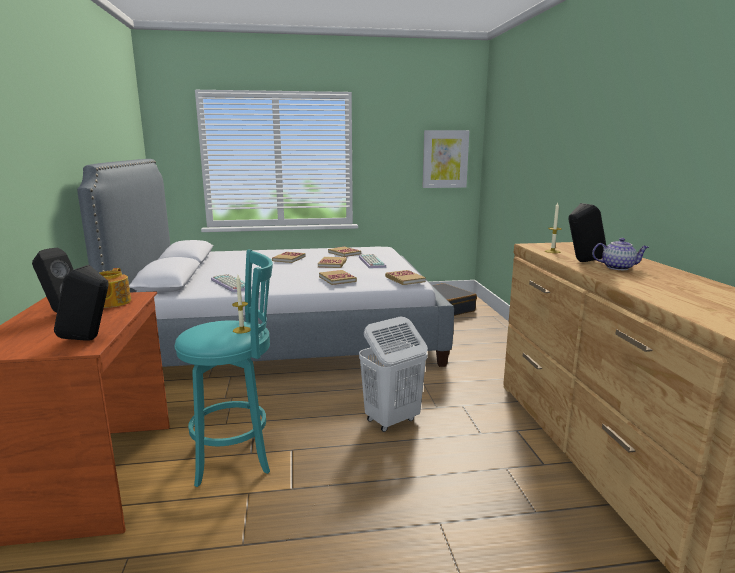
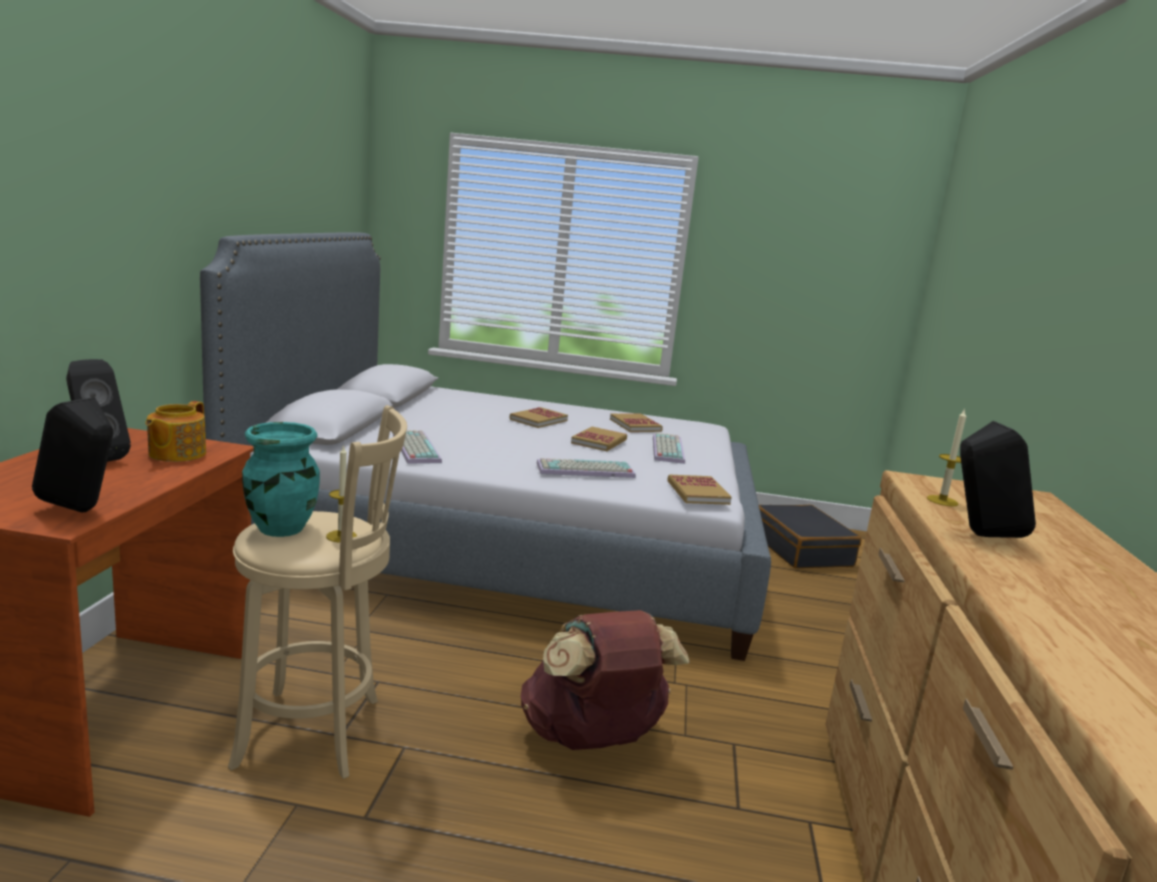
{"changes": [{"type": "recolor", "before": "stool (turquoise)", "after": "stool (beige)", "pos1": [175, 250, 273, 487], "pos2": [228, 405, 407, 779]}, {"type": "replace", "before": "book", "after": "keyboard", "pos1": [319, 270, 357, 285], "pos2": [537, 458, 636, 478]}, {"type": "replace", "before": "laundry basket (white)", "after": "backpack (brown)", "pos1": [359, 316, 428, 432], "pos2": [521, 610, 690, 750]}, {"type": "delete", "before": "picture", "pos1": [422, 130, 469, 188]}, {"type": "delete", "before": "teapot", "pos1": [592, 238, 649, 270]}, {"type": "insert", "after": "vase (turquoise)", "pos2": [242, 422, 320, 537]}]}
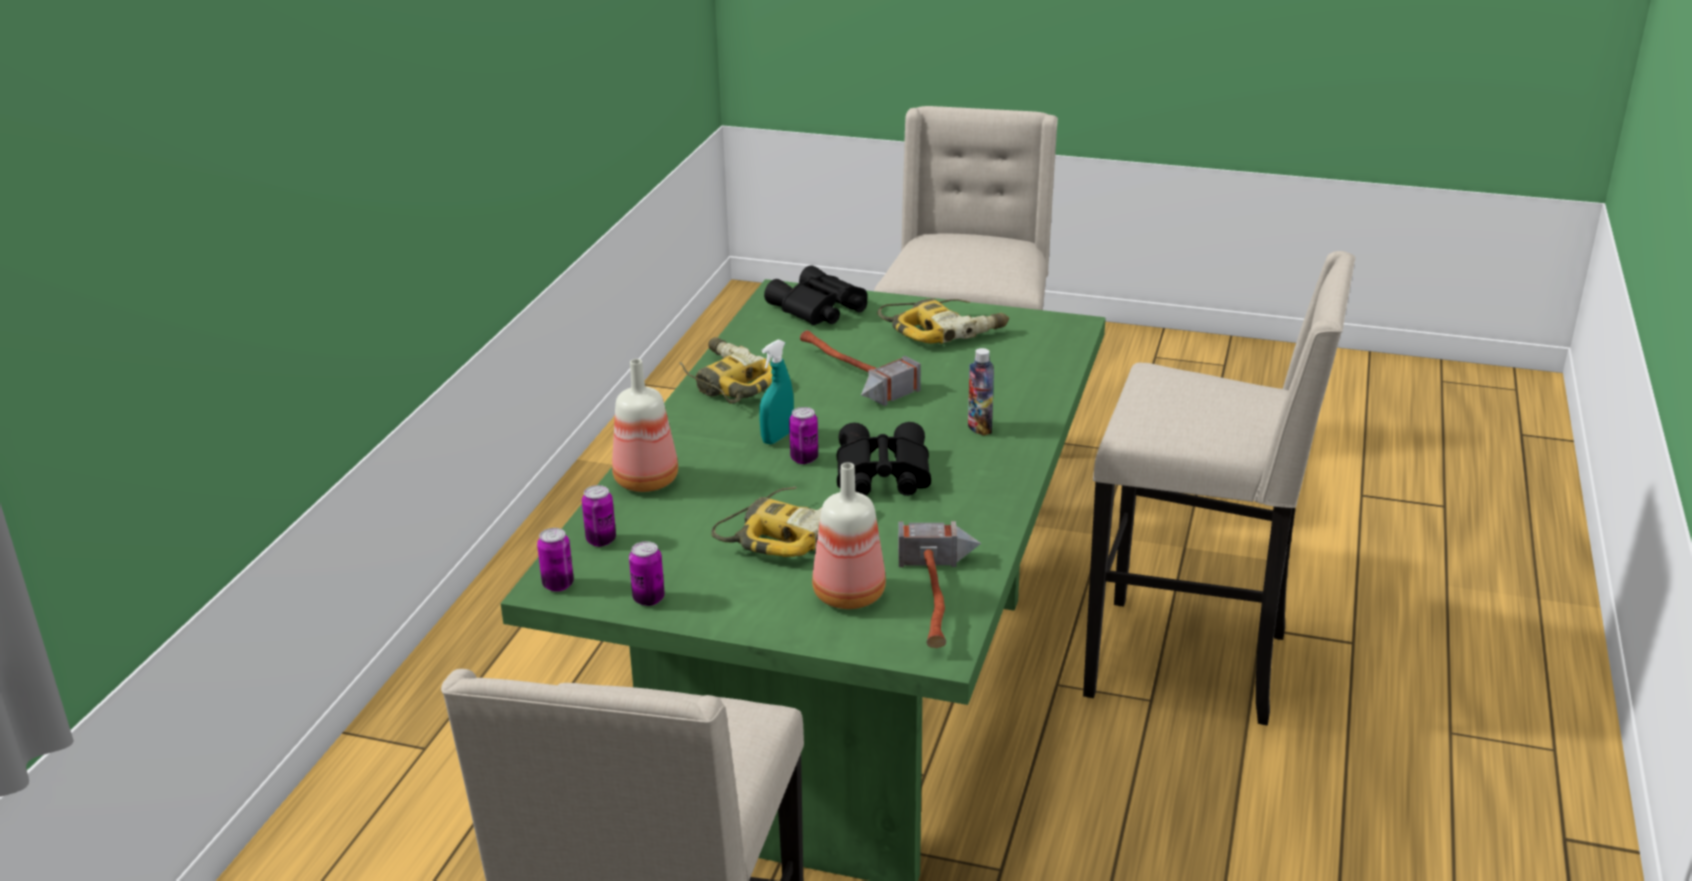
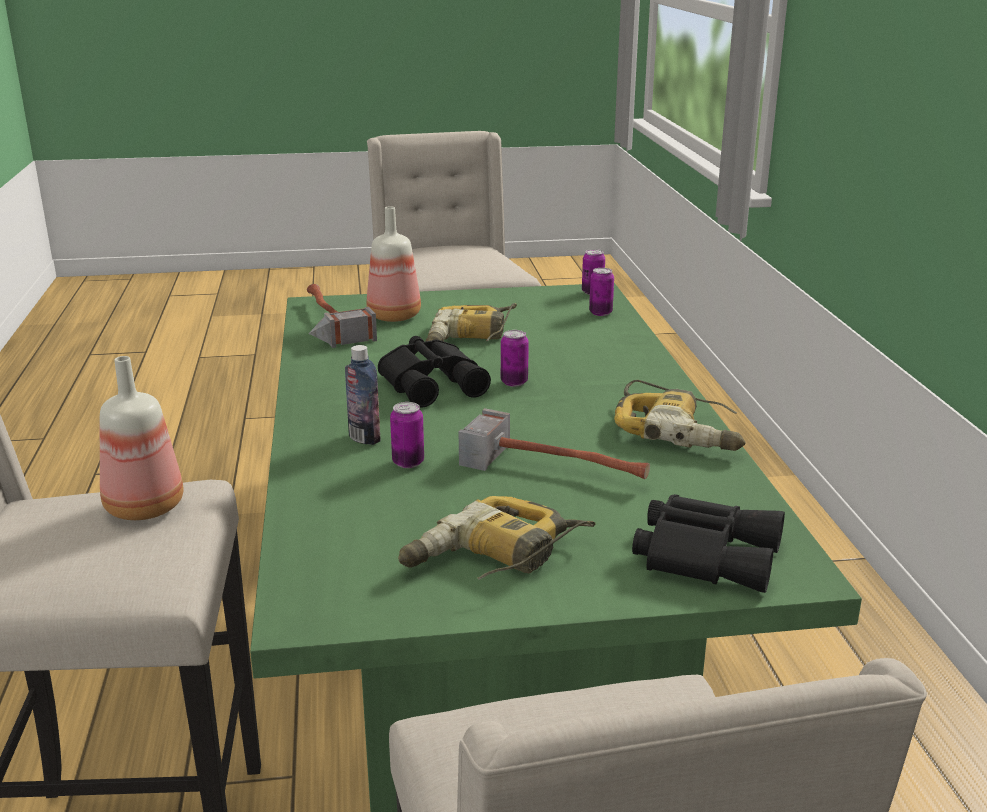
{"changes": [{"type": "move", "before": "bottle", "pos1": [612, 359, 678, 492], "pos2": [100, 356, 184, 520]}, {"type": "move", "before": "can", "pos1": [629, 541, 665, 606], "pos2": [390, 402, 424, 468]}, {"type": "delete", "before": "spray bottle (turquoise)", "pos1": [759, 340, 794, 444]}]}
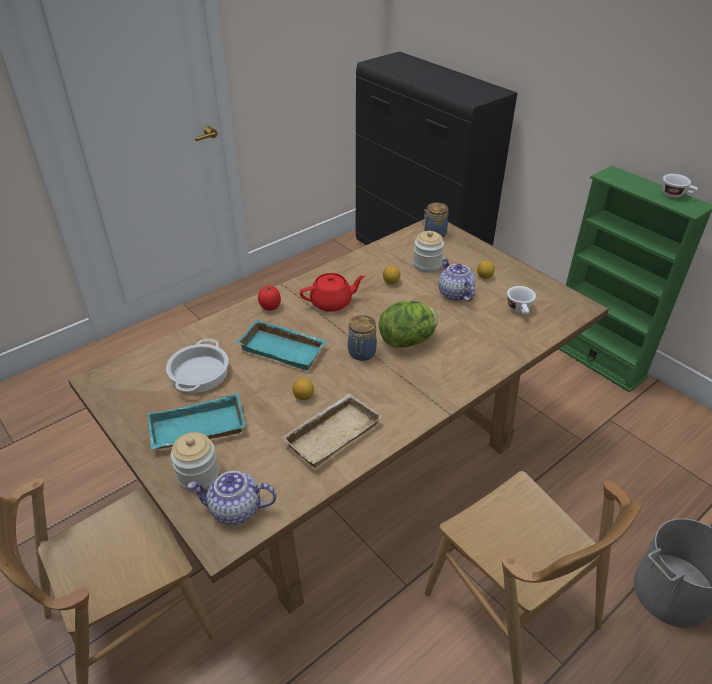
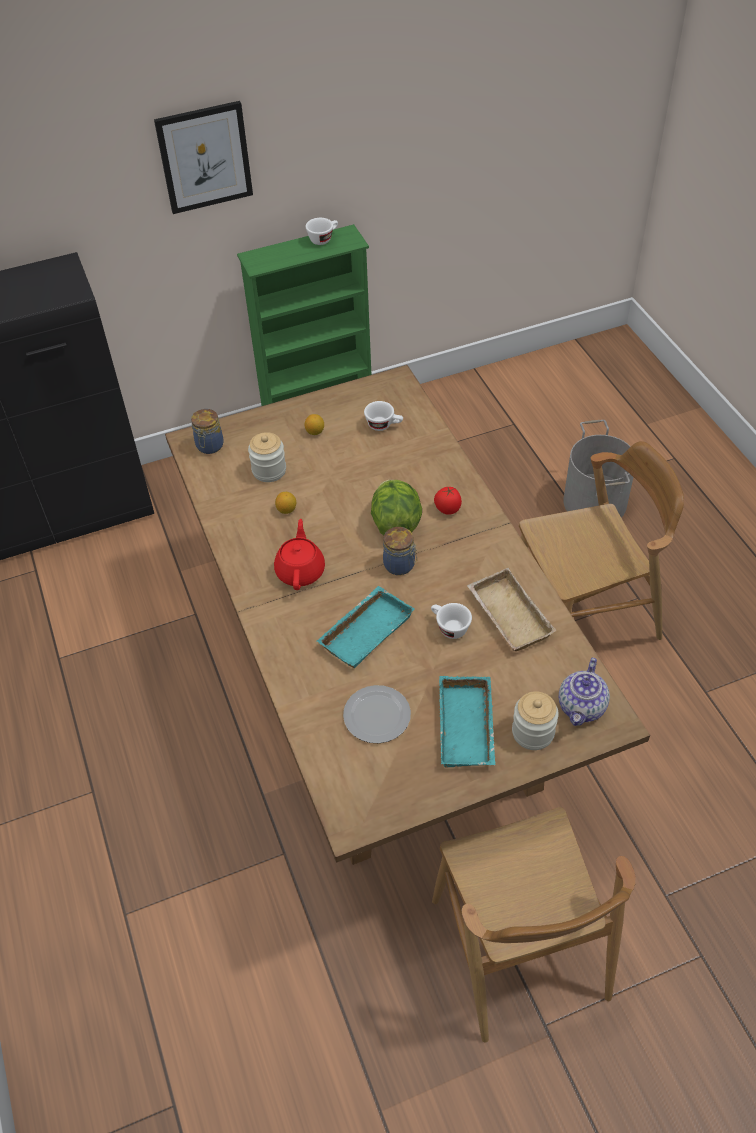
{"changes": [{"type": "replace", "before": "cooking pot", "after": "plate", "pos1": [166, 339, 229, 393], "pos2": [343, 685, 411, 743]}, {"type": "move", "before": "tomato", "pos1": [258, 286, 281, 311], "pos2": [434, 486, 462, 515]}, {"type": "replace", "before": "lemon", "after": "cup (white)", "pos1": [292, 378, 314, 400], "pos2": [431, 603, 472, 639]}, {"type": "delete", "before": "teapot", "pos1": [438, 257, 475, 302]}, {"type": "insert", "after": "picture", "pos2": [154, 101, 253, 214]}]}
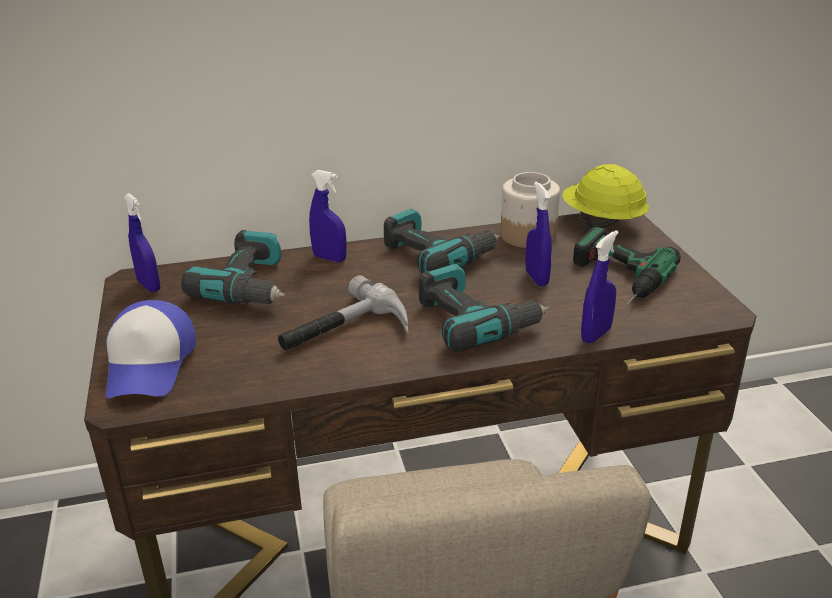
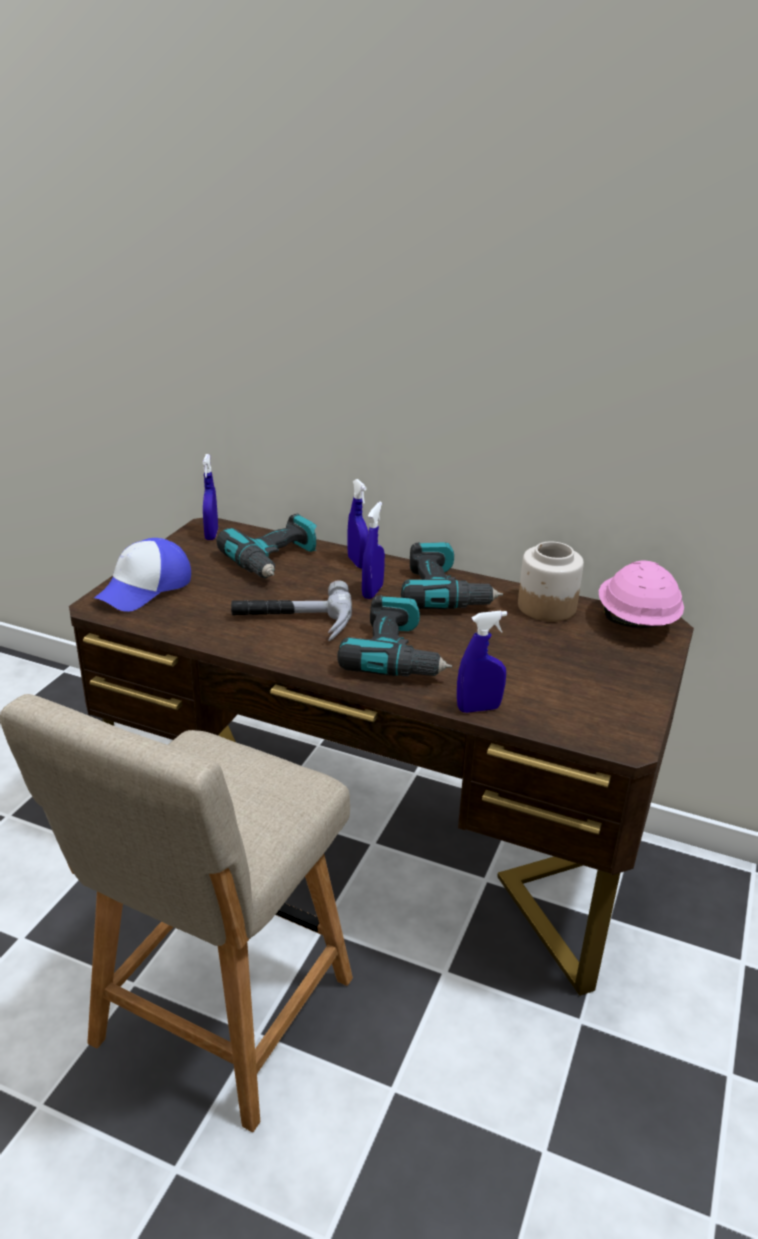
{"changes": [{"type": "move", "before": "spray bottle (blue)", "pos1": [525, 182, 552, 286], "pos2": [362, 502, 385, 599]}, {"type": "recolor", "before": "hard hat (yellow)", "after": "hard hat (pink)", "pos1": [562, 164, 649, 228], "pos2": [599, 561, 684, 628]}, {"type": "delete", "before": "power drill", "pos1": [573, 227, 681, 305]}]}
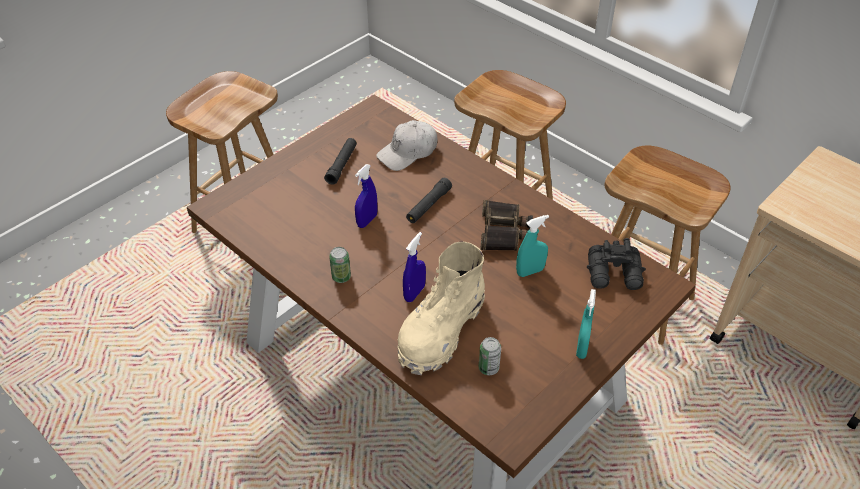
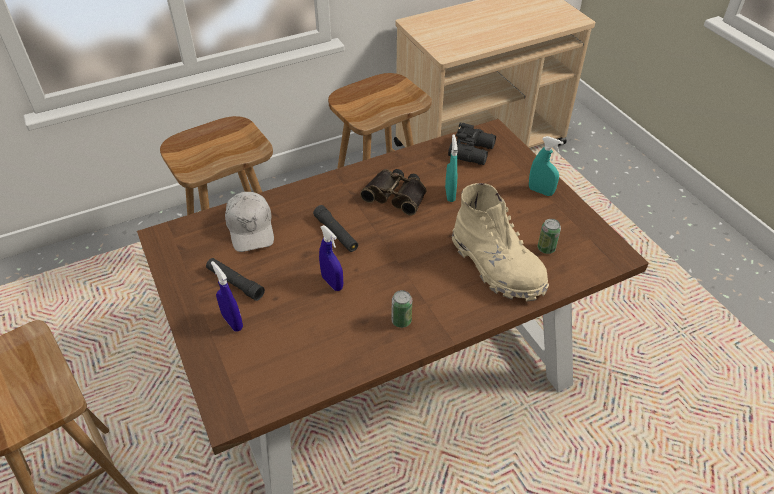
{"changes": [{"type": "move", "before": "spray bottle (blue)", "pos1": [403, 232, 426, 302], "pos2": [211, 261, 243, 332]}]}
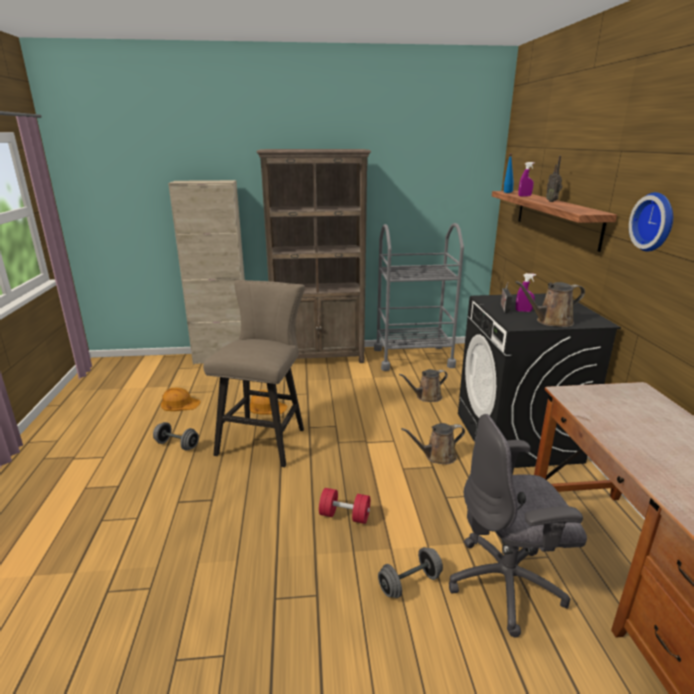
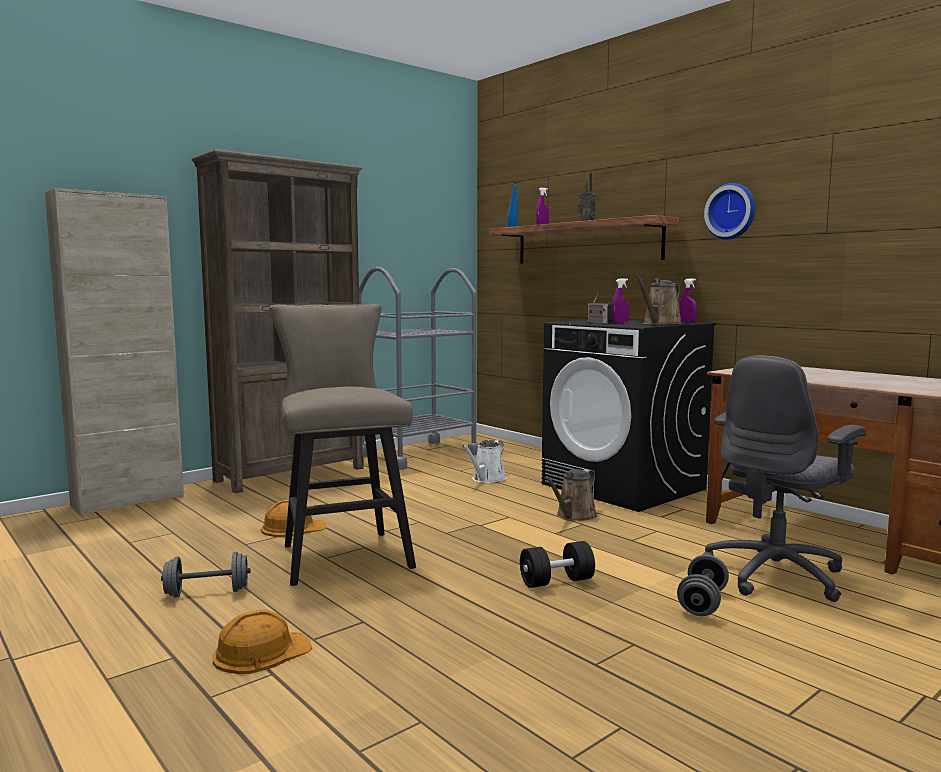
{"changes": [{"type": "move", "before": "hard hat (orange)", "pos1": [161, 387, 201, 411], "pos2": [213, 610, 312, 674]}, {"type": "recolor", "before": "dumbbell (red)", "after": "dumbbell (black)", "pos1": [319, 488, 370, 524], "pos2": [520, 541, 595, 588]}, {"type": "recolor", "before": "watering can (brown)", "after": "watering can (white)", "pos1": [399, 369, 448, 402], "pos2": [462, 440, 506, 483]}, {"type": "insert", "after": "spray bottle (purple)", "pos2": [679, 279, 697, 322]}]}
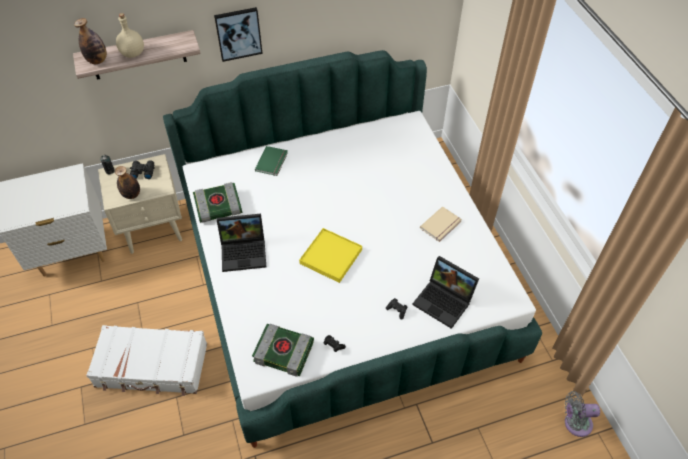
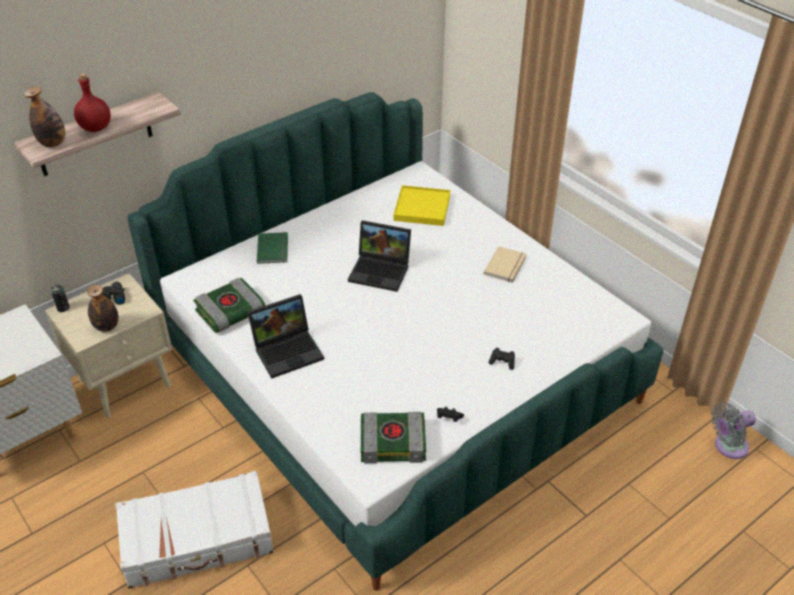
{"changes": [{"type": "recolor", "before": "bottle (beige)", "after": "bottle (red)", "pos1": [116, 13, 144, 58], "pos2": [74, 73, 111, 132]}, {"type": "delete", "before": "picture", "pos1": [214, 7, 263, 62]}, {"type": "move", "before": "tray (yellow)", "pos1": [299, 228, 362, 283], "pos2": [394, 185, 450, 226]}, {"type": "move", "before": "laptop", "pos1": [413, 256, 479, 329], "pos2": [348, 220, 411, 292]}]}
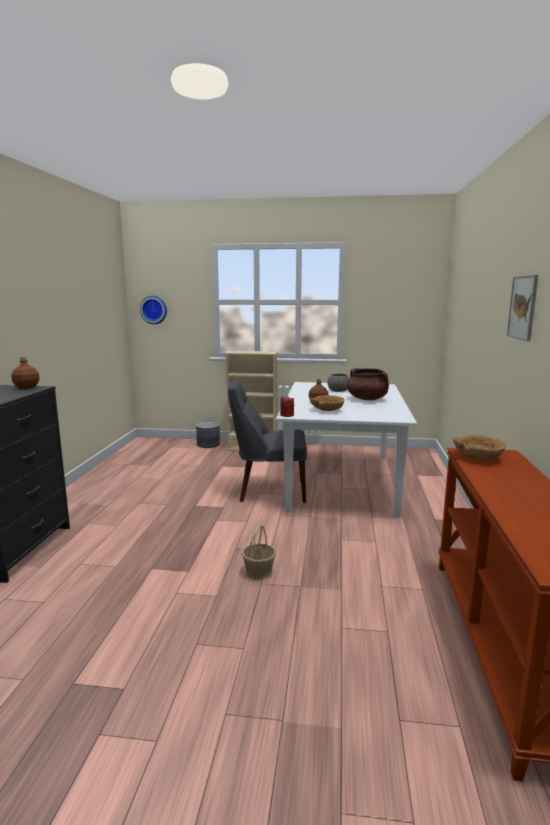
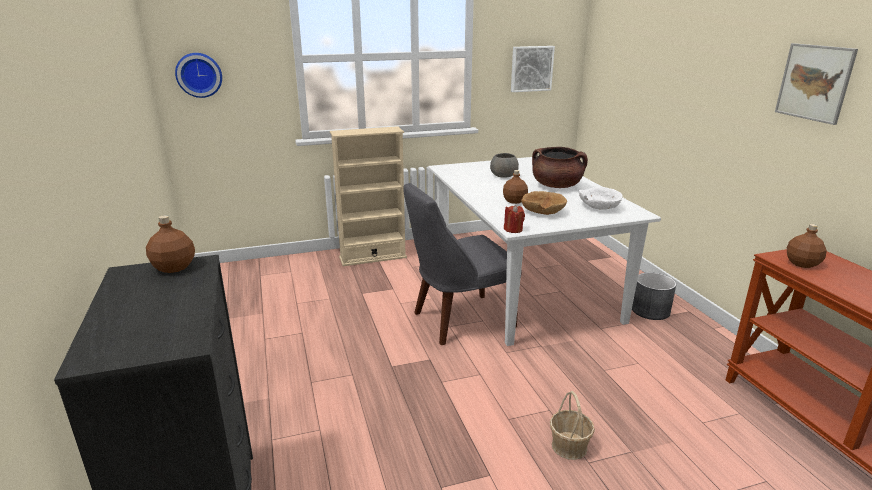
{"changes": [{"type": "move", "before": "planter (grey)", "pos1": [196, 422, 220, 448], "pos2": [632, 272, 676, 320]}, {"type": "replace", "before": "bowl (brown)", "after": "bottle (brown)", "pos1": [453, 435, 505, 460], "pos2": [787, 224, 827, 268]}, {"type": "insert", "after": "picture", "pos2": [511, 46, 555, 92]}, {"type": "insert", "after": "bowl (white)", "pos2": [579, 187, 623, 210]}]}
